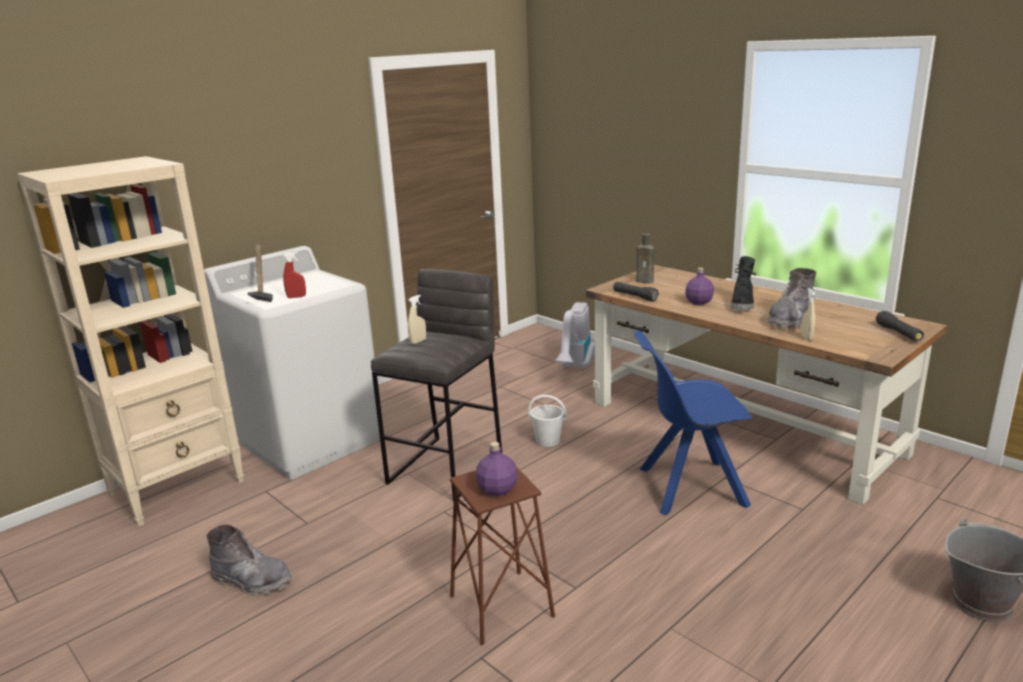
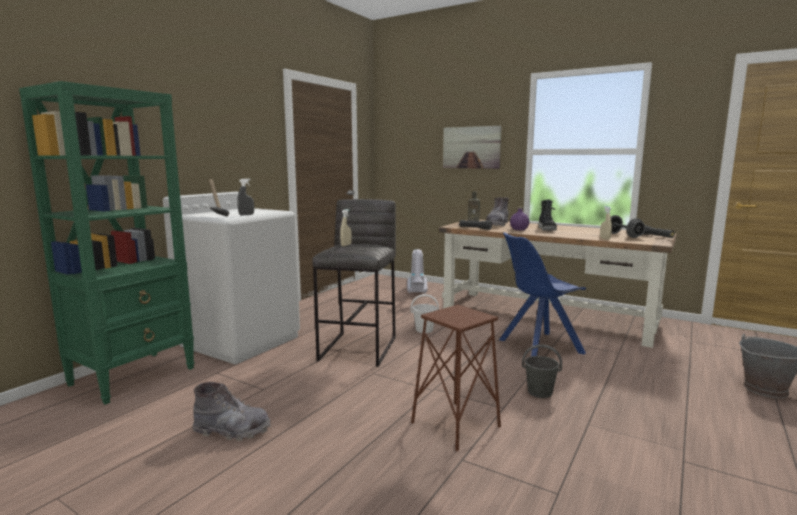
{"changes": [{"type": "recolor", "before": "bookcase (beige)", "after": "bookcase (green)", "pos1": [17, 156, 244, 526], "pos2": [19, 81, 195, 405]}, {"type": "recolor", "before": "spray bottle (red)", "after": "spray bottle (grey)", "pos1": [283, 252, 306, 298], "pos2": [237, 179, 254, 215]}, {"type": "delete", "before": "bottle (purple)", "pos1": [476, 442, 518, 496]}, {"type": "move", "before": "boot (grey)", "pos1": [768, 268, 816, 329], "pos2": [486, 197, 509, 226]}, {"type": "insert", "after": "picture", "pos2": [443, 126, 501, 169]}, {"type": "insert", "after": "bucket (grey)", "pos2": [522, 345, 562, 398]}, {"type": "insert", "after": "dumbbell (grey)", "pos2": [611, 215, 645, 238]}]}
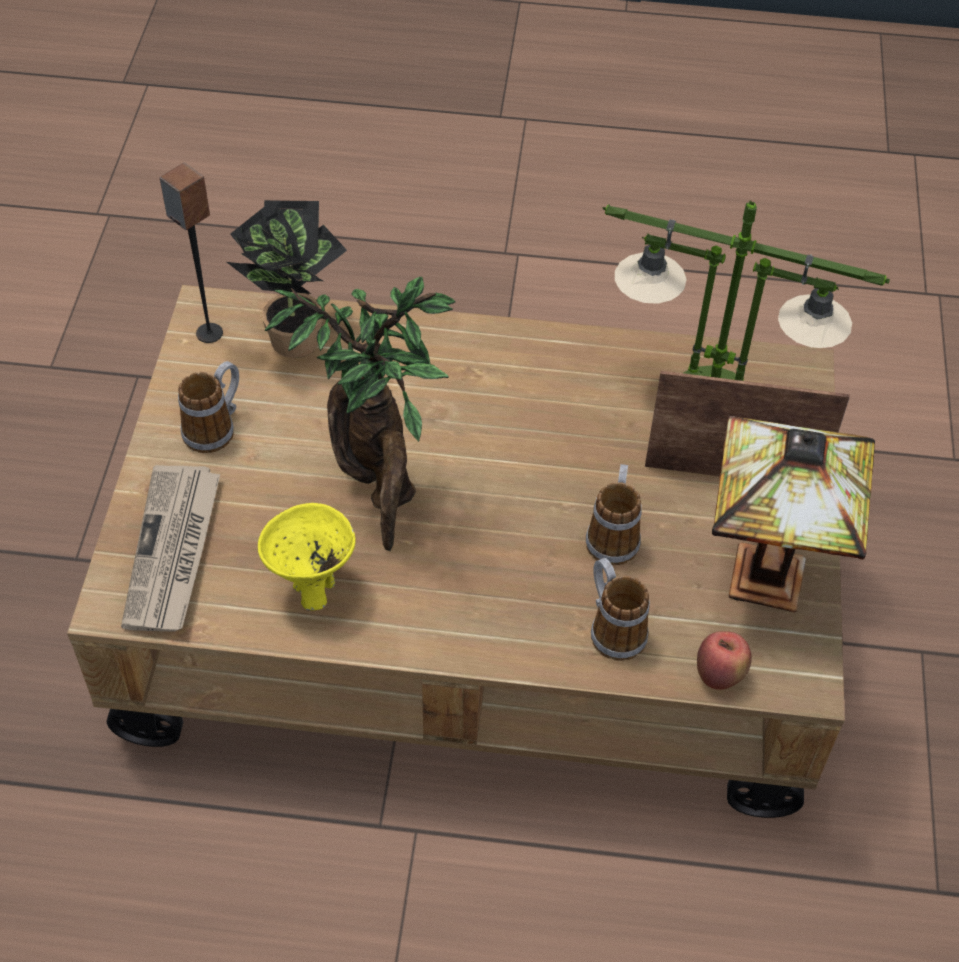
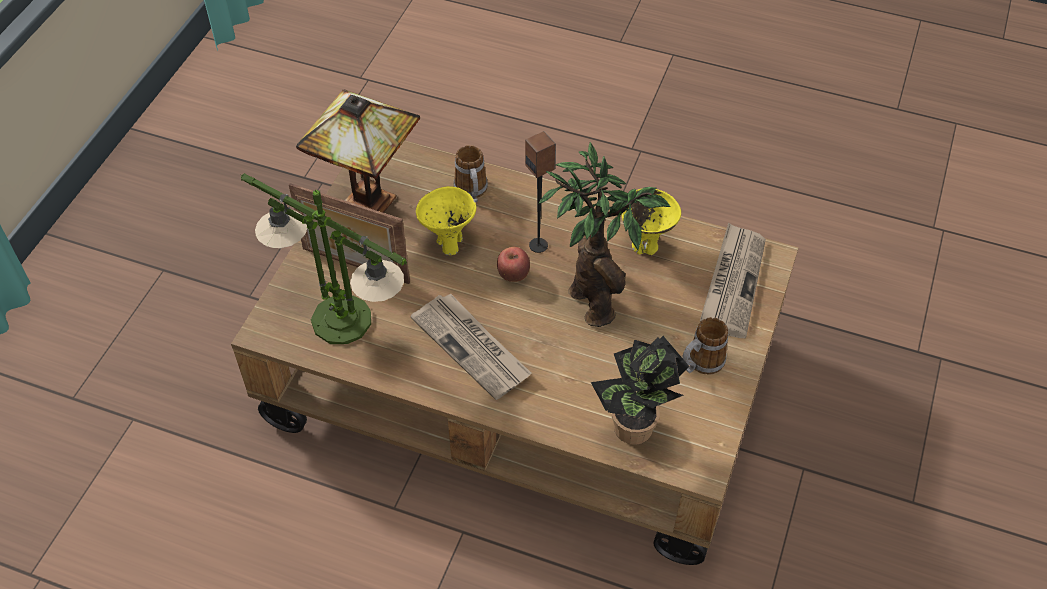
{"changes": [{"type": "move", "before": "speaker", "pos1": [160, 162, 223, 343], "pos2": [525, 131, 556, 253]}, {"type": "replace", "before": "mug", "after": "bowl (yellow)", "pos1": [586, 464, 642, 566], "pos2": [416, 186, 477, 255]}, {"type": "move", "before": "apple", "pos1": [697, 631, 752, 690], "pos2": [497, 247, 530, 282]}, {"type": "insert", "after": "newspaper", "pos2": [410, 293, 531, 400]}]}
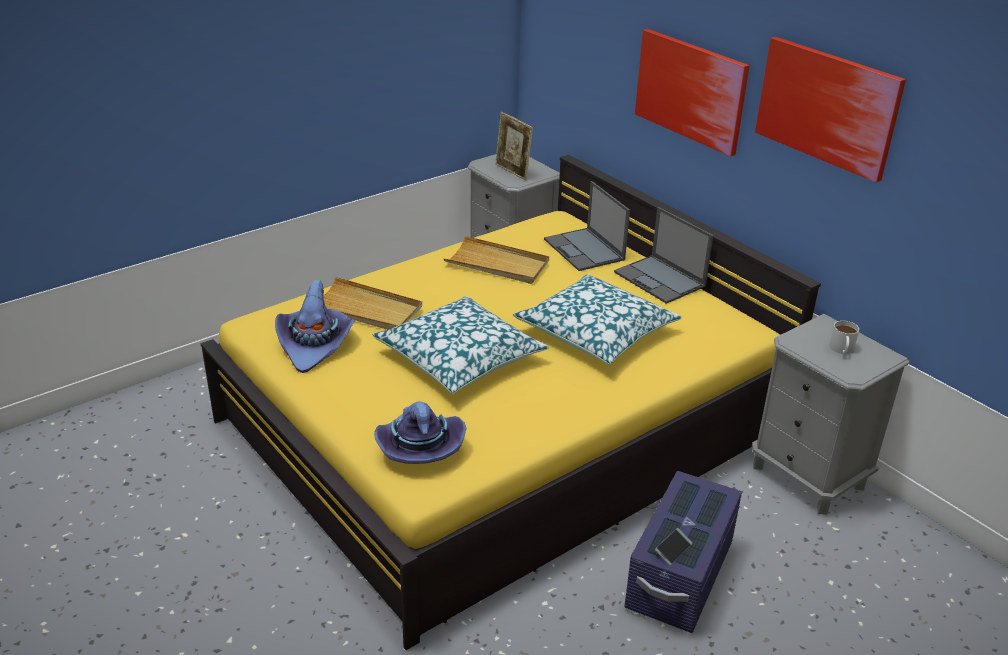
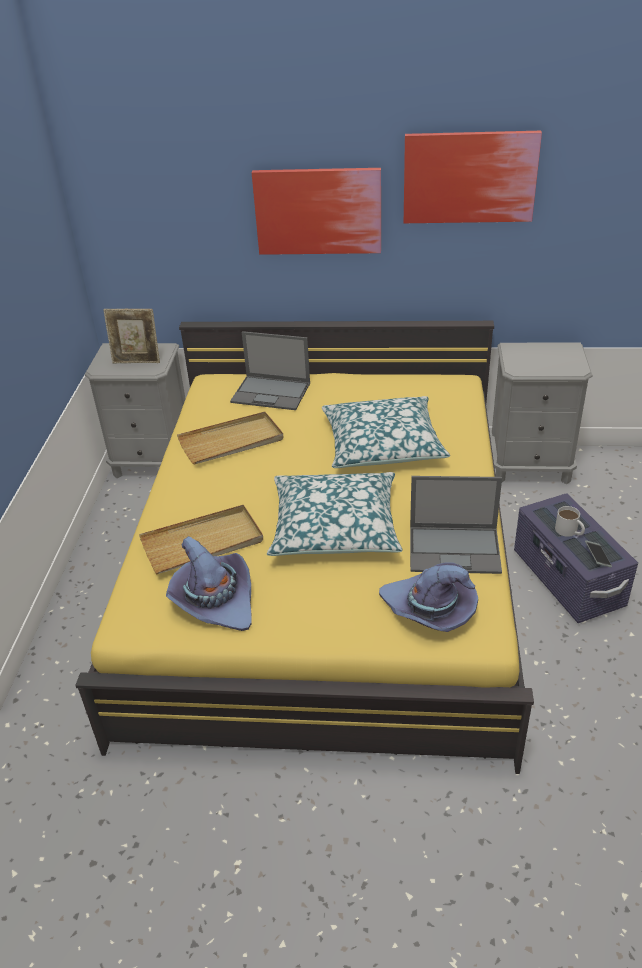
{"changes": [{"type": "move", "before": "laptop", "pos1": [614, 207, 714, 304], "pos2": [410, 476, 502, 574]}, {"type": "move", "before": "mug (white)", "pos1": [829, 321, 859, 355], "pos2": [555, 506, 585, 537]}]}
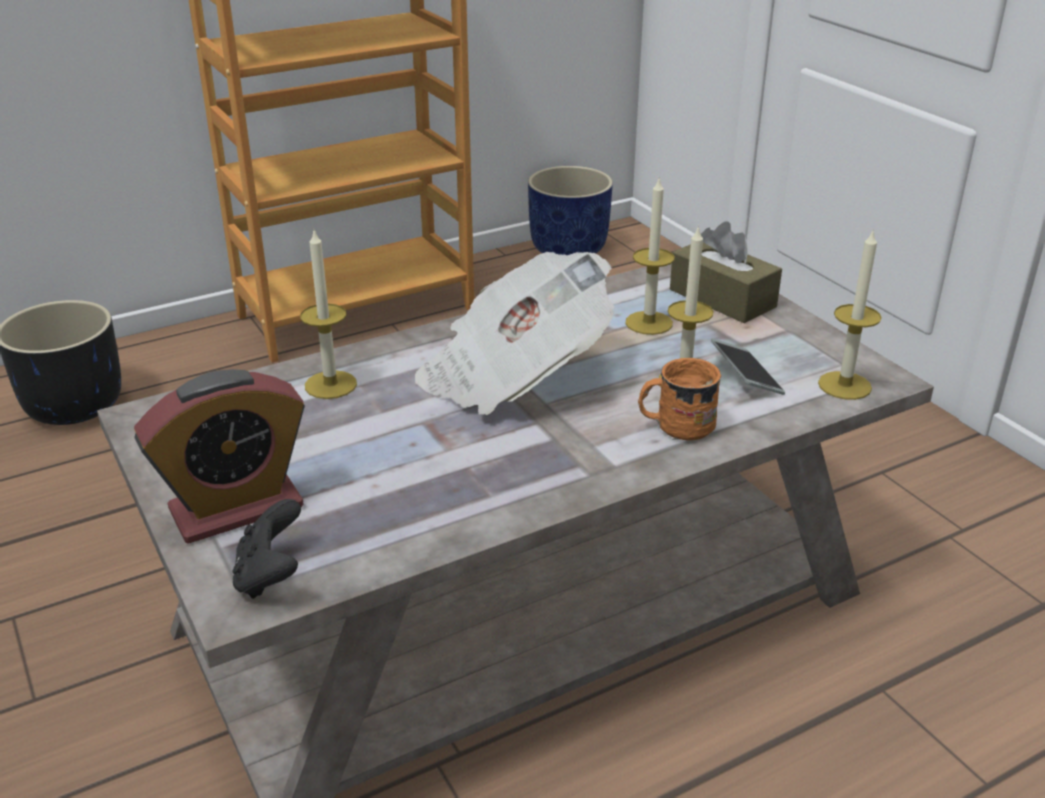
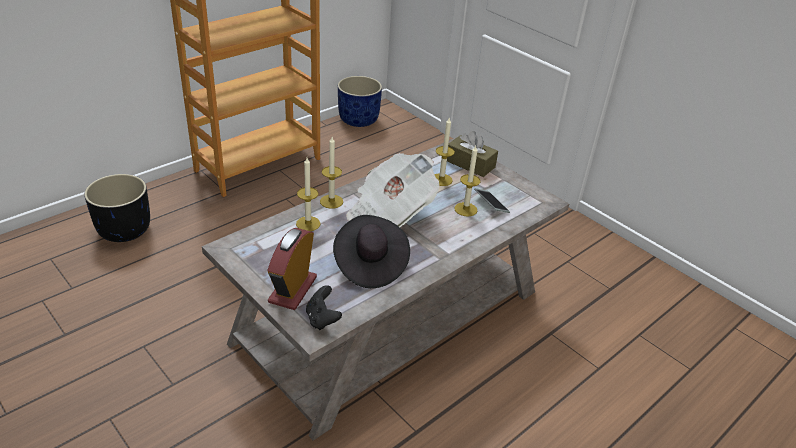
{"changes": [{"type": "rotate", "before": "alarm clock", "pos1": [134, 369, 305, 544], "pos2": [267, 228, 317, 310], "turn": 150}, {"type": "delete", "before": "mug (orange)", "pos1": [638, 358, 721, 441]}, {"type": "move", "before": "candle", "pos1": [818, 229, 882, 400], "pos2": [320, 137, 343, 209]}, {"type": "insert", "after": "hat (black)", "pos2": [333, 215, 410, 288]}]}
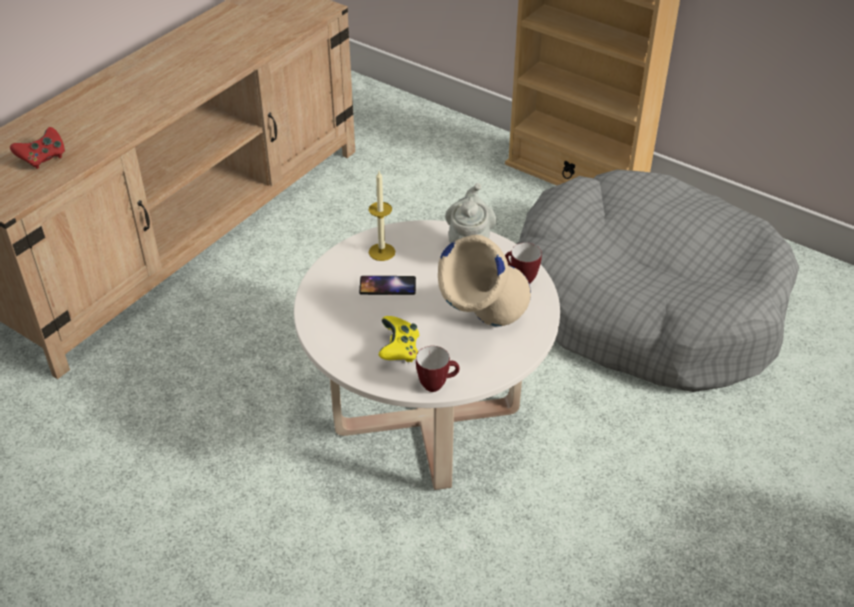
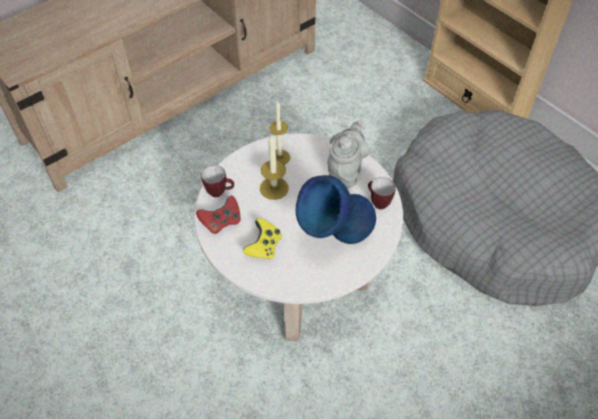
{"changes": [{"type": "move", "before": "game controller (red)", "pos1": [10, 127, 65, 169], "pos2": [196, 195, 241, 234]}, {"type": "replace", "before": "phone", "after": "candle", "pos1": [359, 276, 416, 295], "pos2": [260, 134, 289, 200]}, {"type": "move", "before": "mug", "pos1": [416, 346, 460, 392], "pos2": [201, 165, 234, 197]}, {"type": "recolor", "before": "vase (beige)", "after": "vase (blue)", "pos1": [438, 235, 531, 326], "pos2": [296, 175, 376, 244]}]}
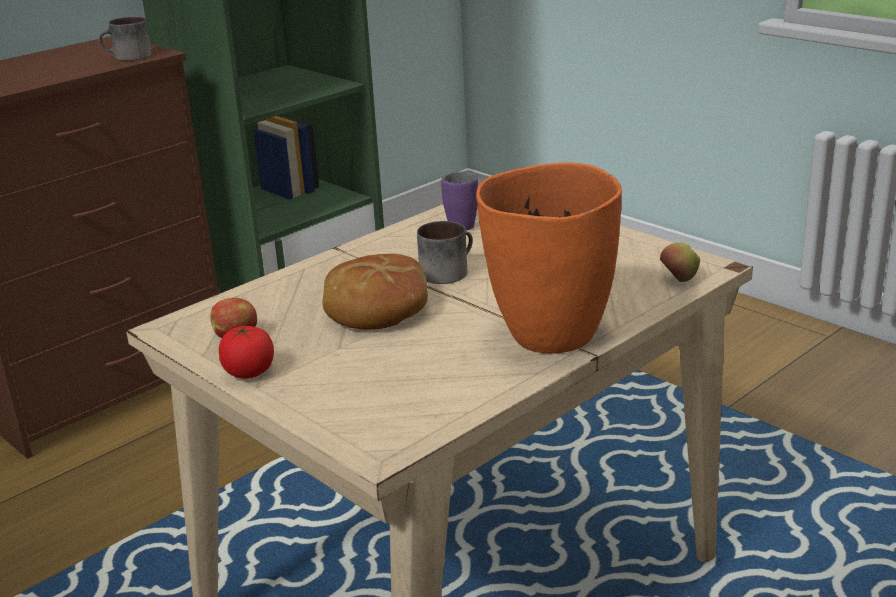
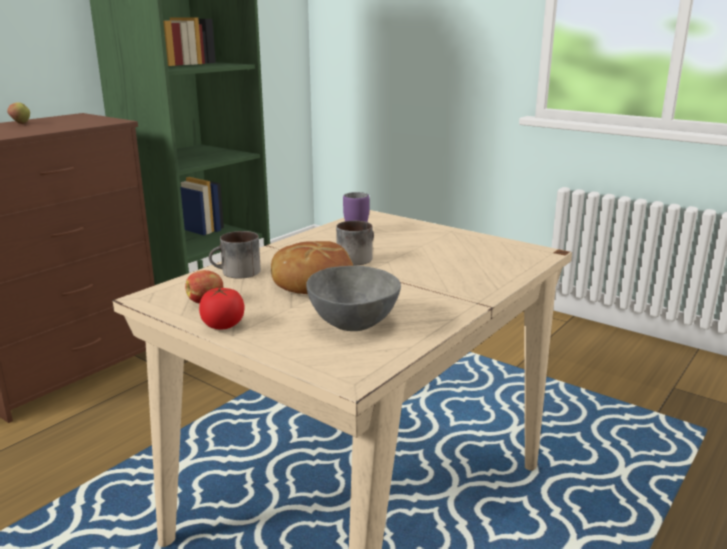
{"changes": [{"type": "move", "before": "mug", "pos1": [99, 17, 152, 61], "pos2": [209, 231, 261, 278]}, {"type": "delete", "before": "vase (orange)", "pos1": [476, 162, 622, 354]}, {"type": "move", "before": "apple", "pos1": [660, 243, 700, 282], "pos2": [7, 102, 30, 124]}, {"type": "insert", "after": "bowl (grey)", "pos2": [306, 266, 401, 331]}]}
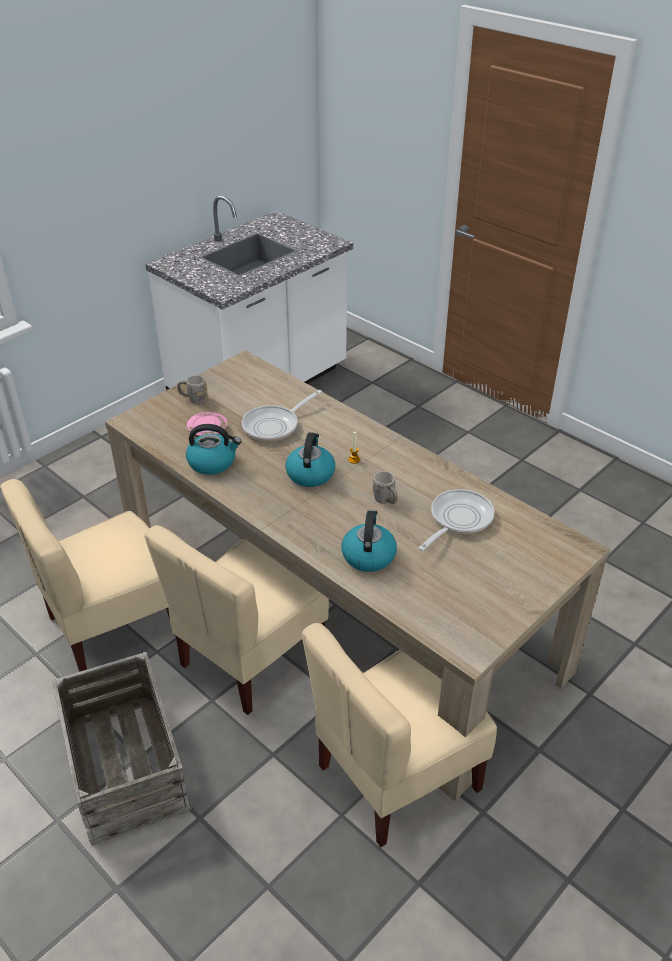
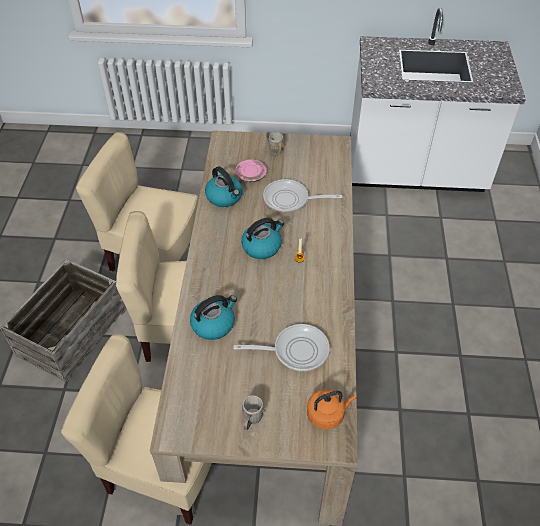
{"changes": [{"type": "move", "before": "mug (grey)", "pos1": [372, 471, 398, 504], "pos2": [242, 395, 264, 430]}, {"type": "insert", "after": "kettle (orange)", "pos2": [307, 389, 356, 430]}]}
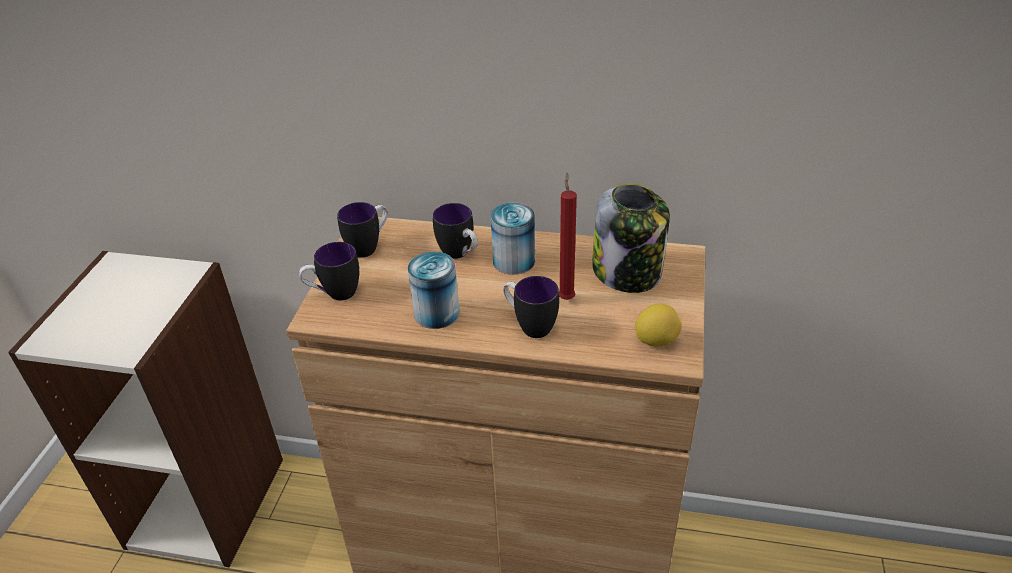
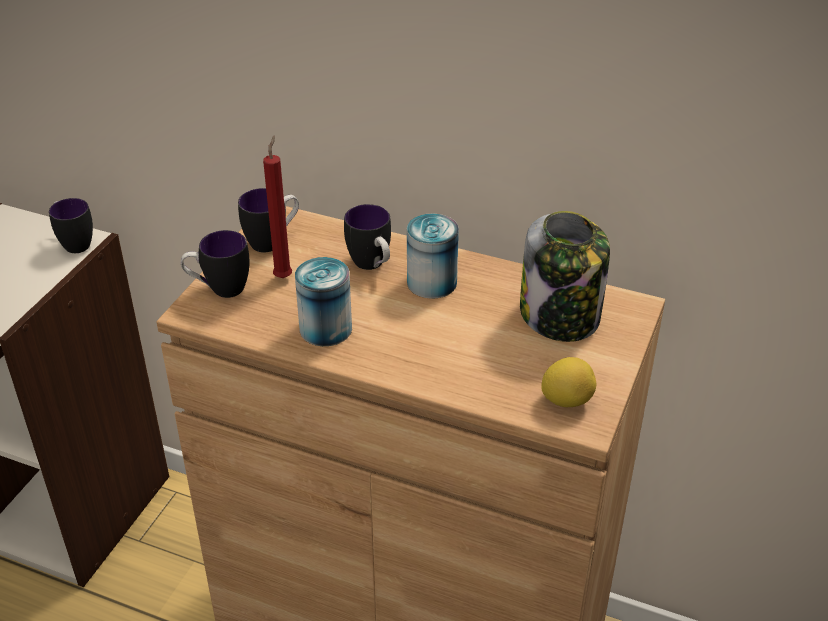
{"changes": [{"type": "move", "before": "mug", "pos1": [503, 276, 559, 338], "pos2": [49, 198, 93, 253]}, {"type": "move", "before": "candle (red)", "pos1": [559, 173, 577, 300], "pos2": [263, 136, 292, 278]}]}
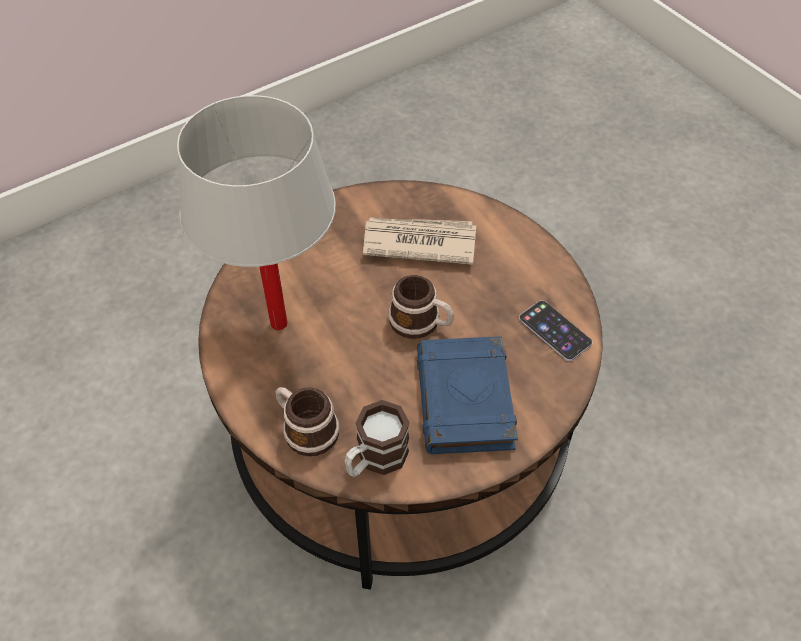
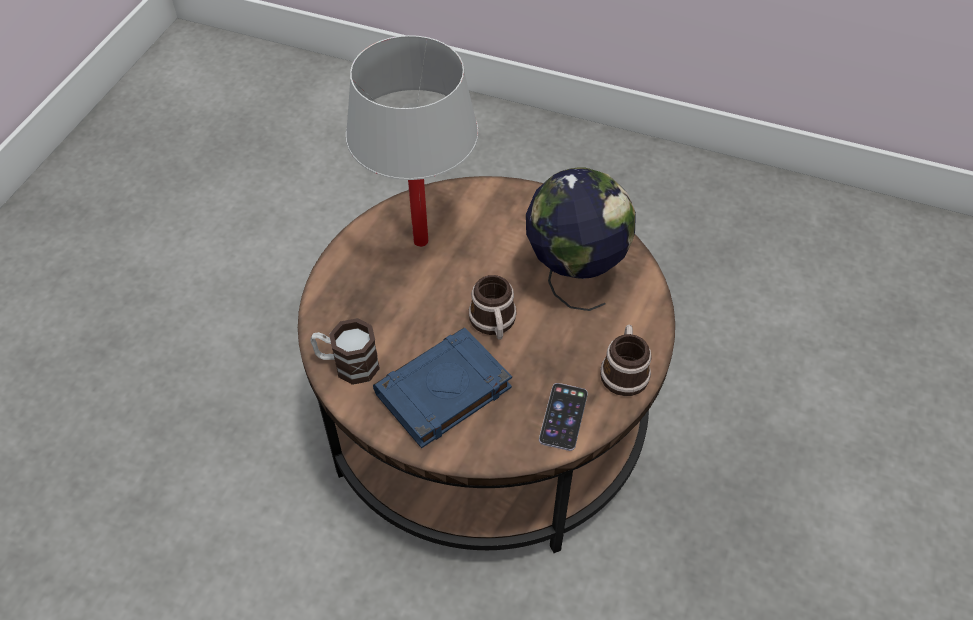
{"changes": [{"type": "move", "before": "mug", "pos1": [276, 387, 339, 456], "pos2": [600, 325, 652, 396]}, {"type": "replace", "before": "newspaper", "after": "globe", "pos1": [363, 217, 476, 265], "pos2": [526, 167, 636, 311]}]}
